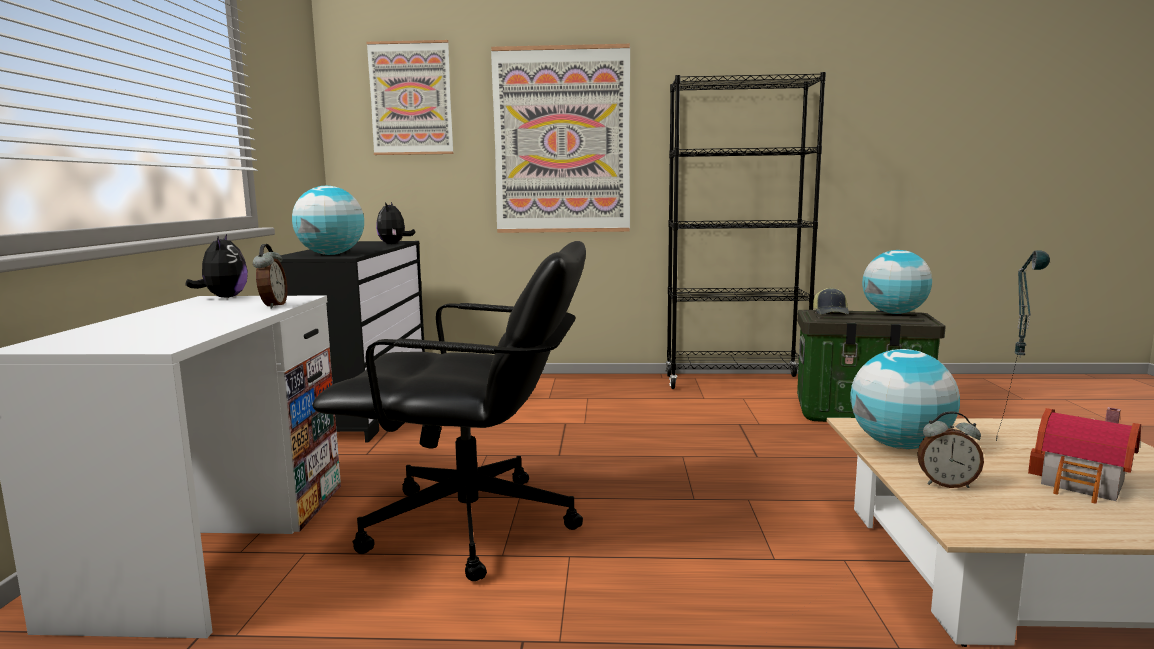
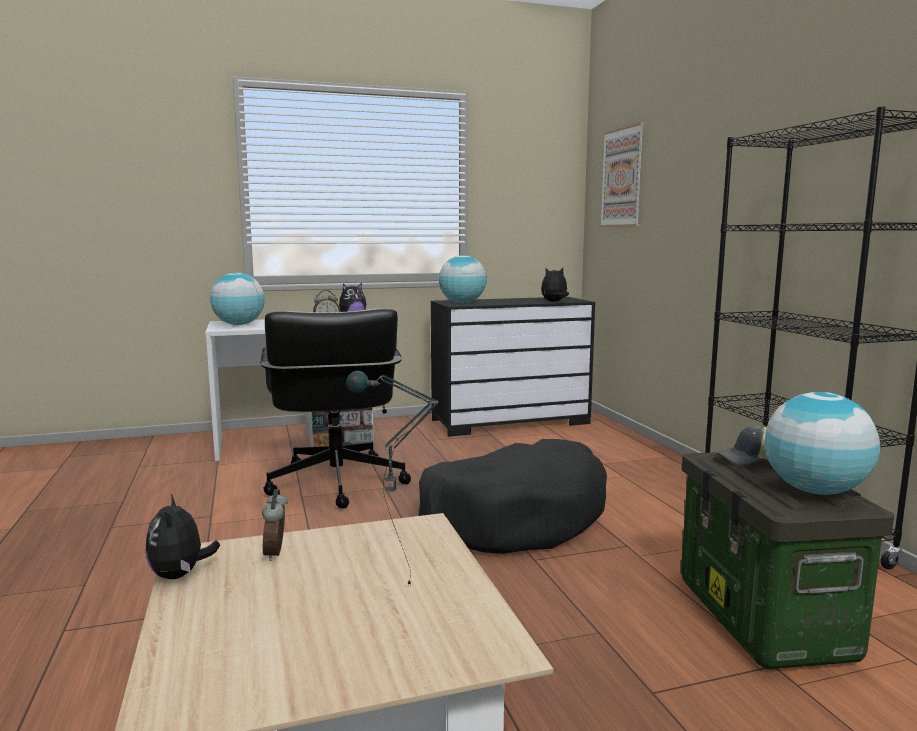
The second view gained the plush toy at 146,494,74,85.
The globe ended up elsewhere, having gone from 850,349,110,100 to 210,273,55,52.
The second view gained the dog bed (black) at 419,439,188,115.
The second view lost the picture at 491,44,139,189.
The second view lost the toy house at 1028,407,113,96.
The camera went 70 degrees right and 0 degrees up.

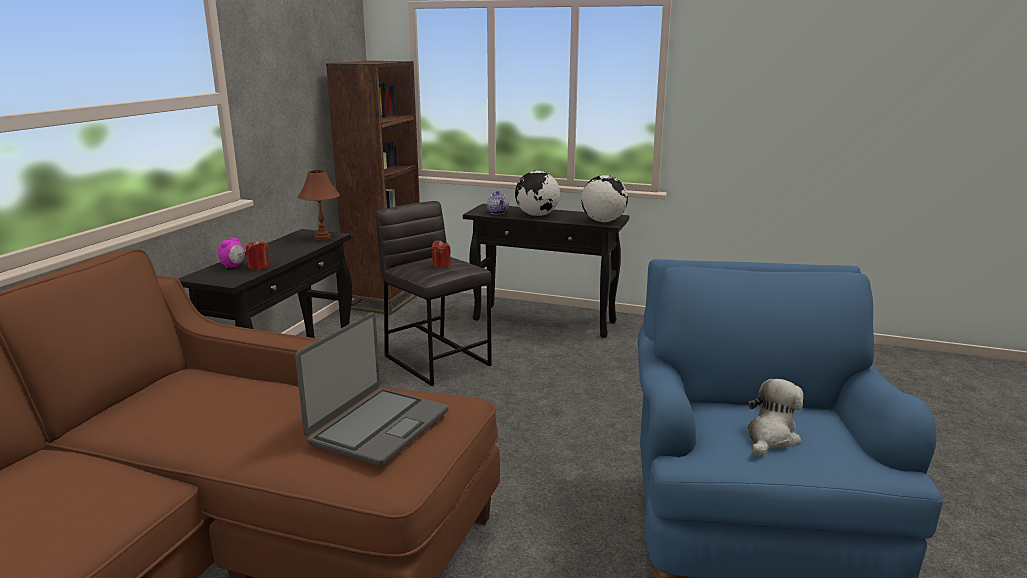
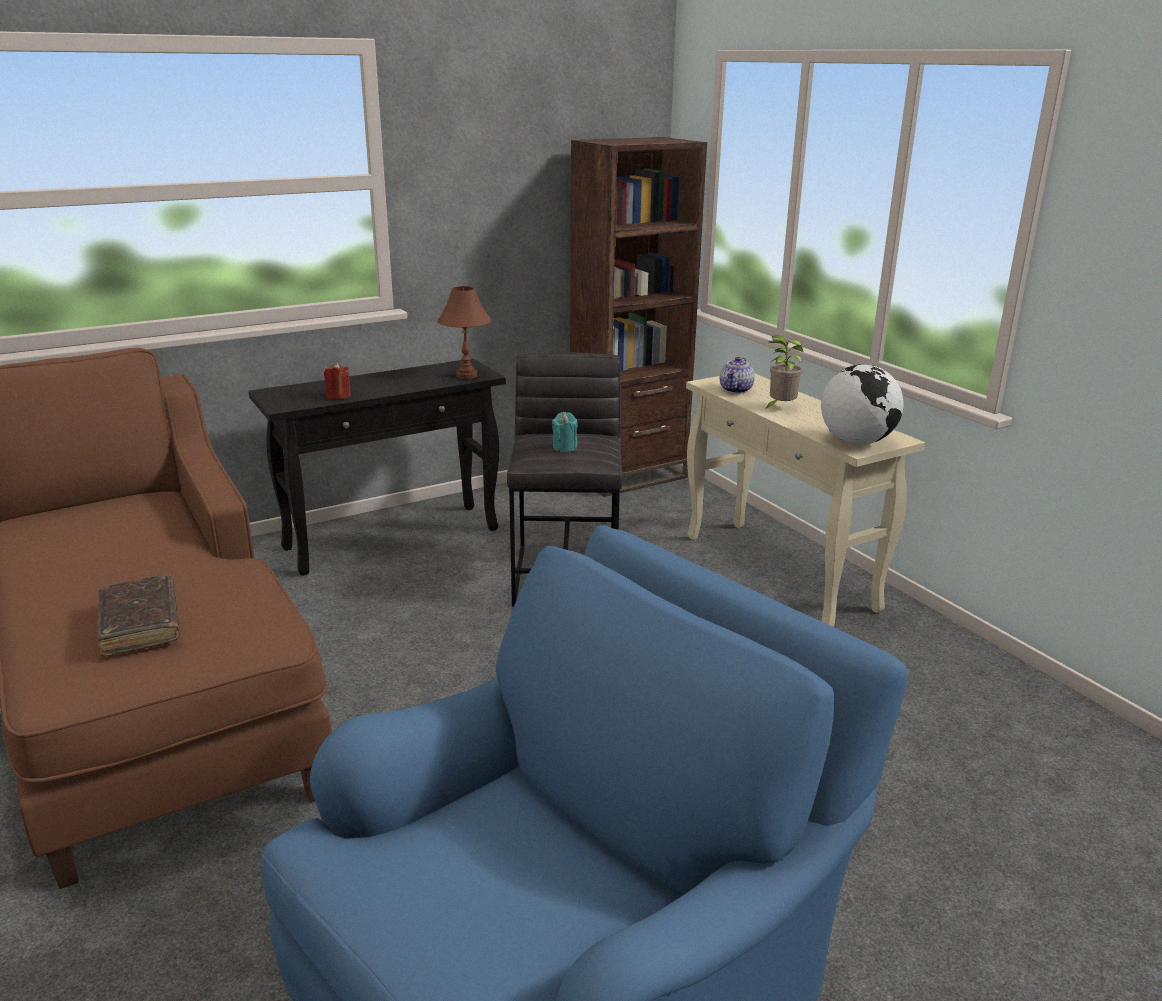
Where the laptop stood at 295,312,154,154, the book (brown) came to stand at 97,575,83,82.
What was the candle (red) at 431,240,20,28 turned into the candle (turquoise) at 552,412,26,40.
What was the console table (black) at 463,204,166,134 turned into the console table (beige) at 686,373,239,254.
Where the globe stood at 515,171,45,45, the potted plant came to stand at 764,335,40,75.
The second view lost the alarm clock at 218,238,27,31.
The second view lost the plush toy at 748,379,56,78.
The camera went 40 degrees right and 5 degrees up.

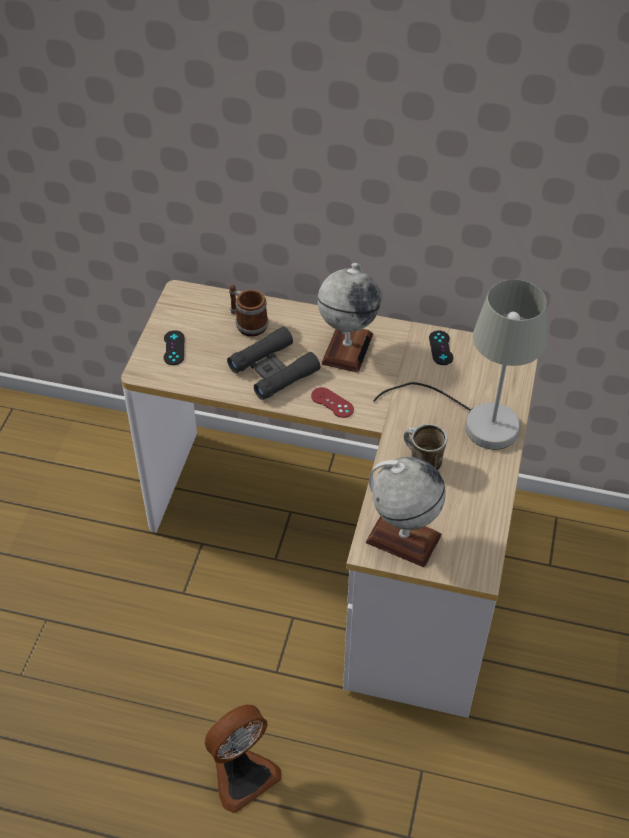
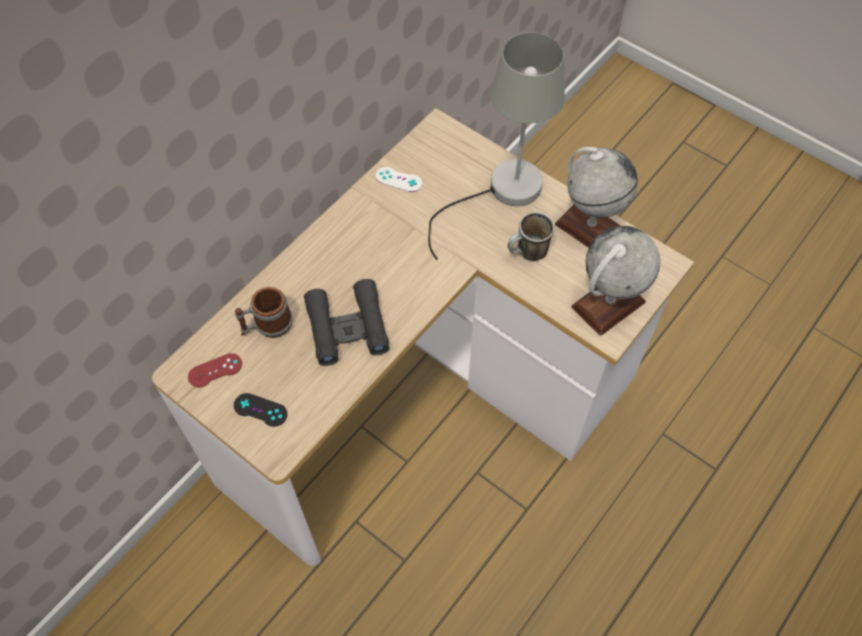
The game controller (red) ended up elsewhere, having gone from 311,387,43,31 to 188,353,54,34.
What was the game controller (black) at 429,330,24,35 turned into the game controller (white) at 376,167,46,25.
The globe ended up elsewhere, having gone from 318,263,63,110 to 555,147,83,101.
The second view lost the fan at 205,705,77,108.
The camera went 65 degrees left and 10 degrees up.

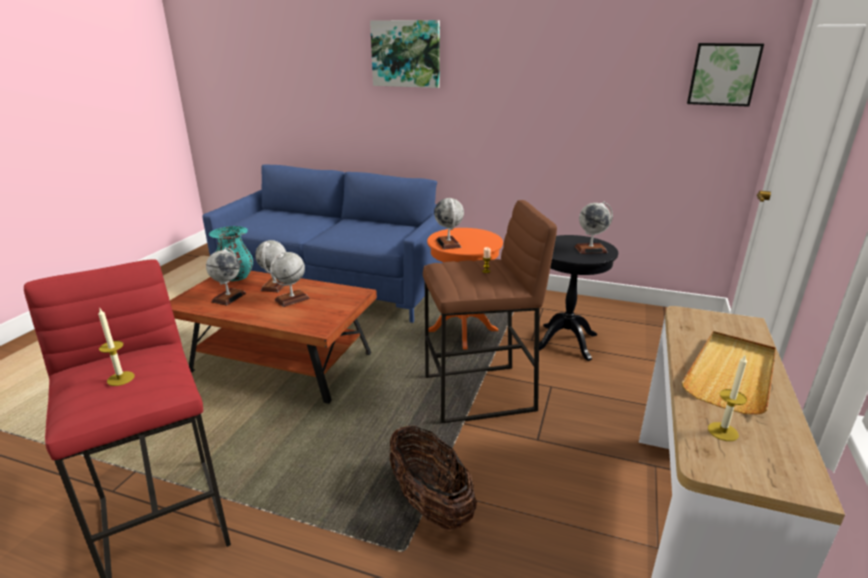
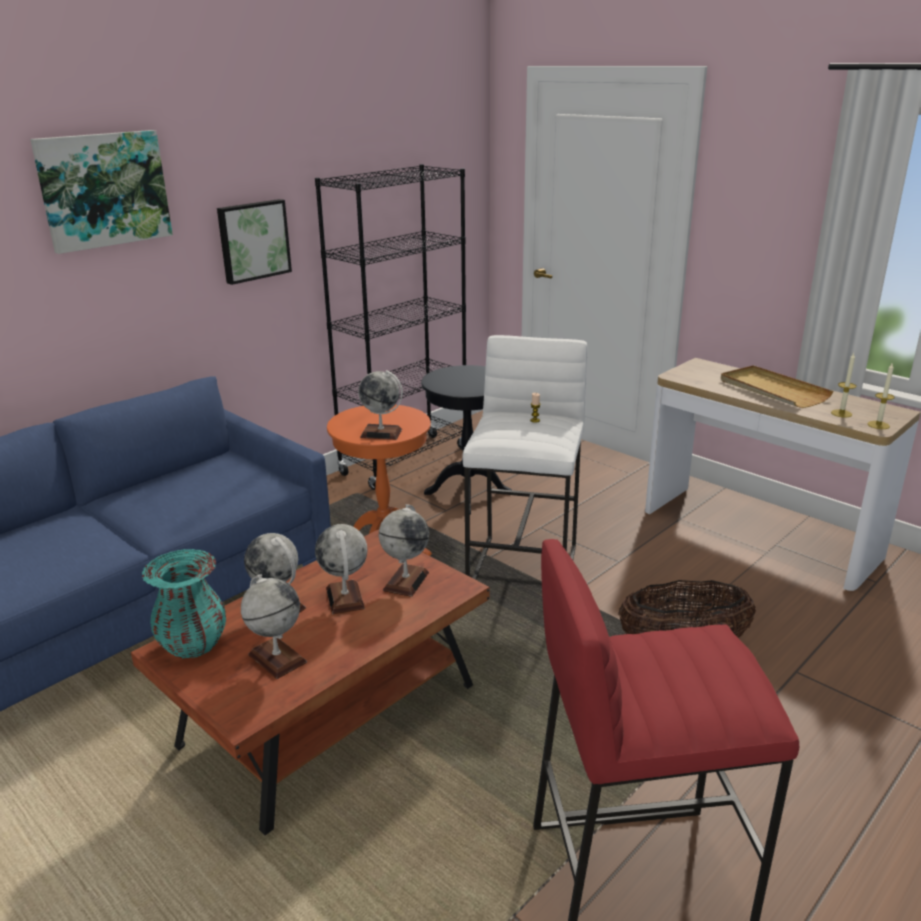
The picture ended up elsewhere, having gone from 687,43,77,64 to 217,199,75,86.
The second view gained the bookcase (black) at 315,164,151,326.
The globe ended up elsewhere, having gone from 574,201,39,53 to 379,504,50,93.
What was the stool (brown) at 423,200,134,223 turned into the stool (white) at 462,335,125,245.
The candle ended up elsewhere, having gone from 98,309,37,77 to 868,363,27,66.
The camera went 65 degrees left and 0 degrees up.

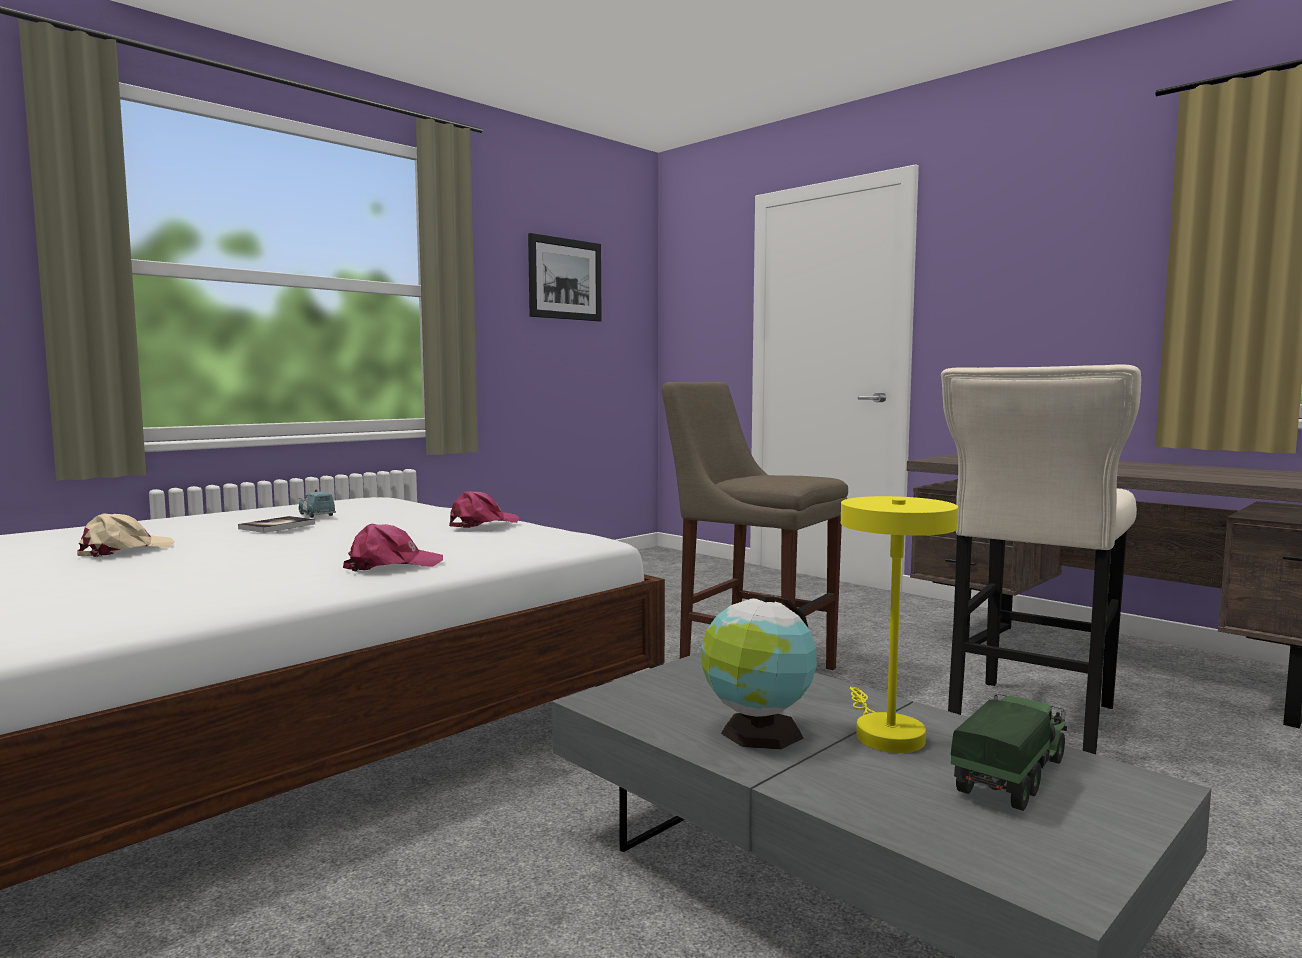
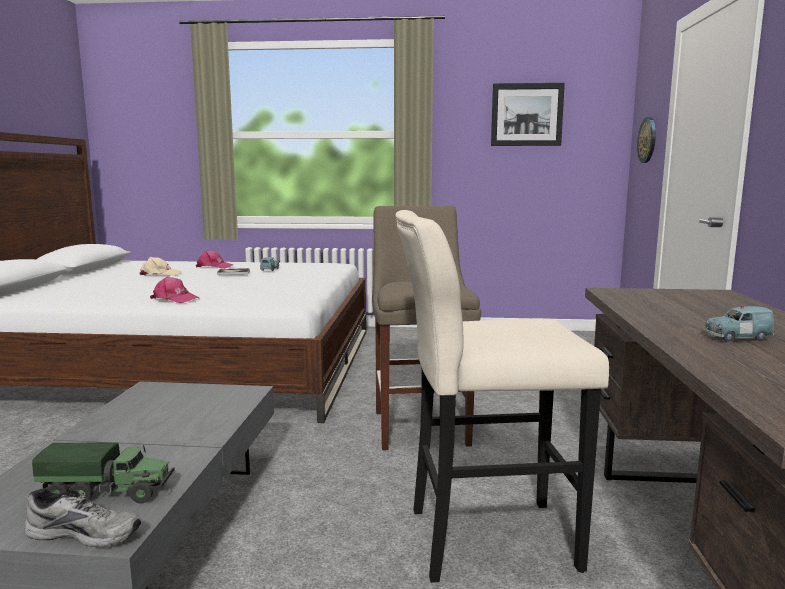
The second view gained the shoe (grey) at 25,489,116,59.
The cap (pink) ended up elsewhere, having gone from 449,491,71,37 to 196,250,37,19.
The second view gained the wall clock at 637,117,19,46.
The second view gained the toy car (blue) at 705,305,69,37.
The second view lost the globe at 701,594,116,156.
The second view lost the table lamp (yellow) at 841,496,117,257.
The camera went 50 degrees right and 5 degrees up.

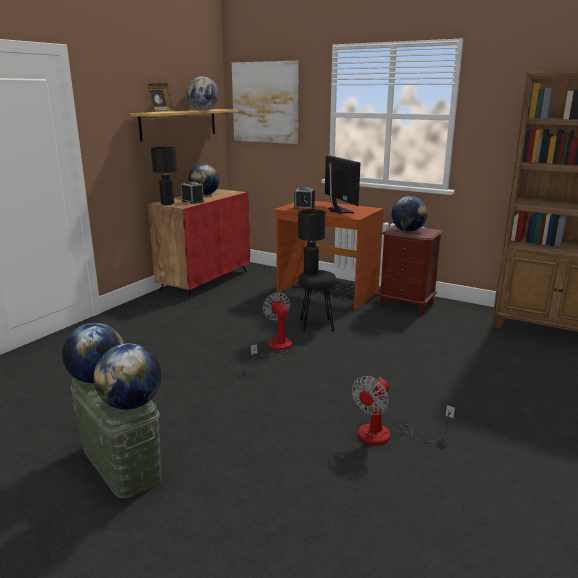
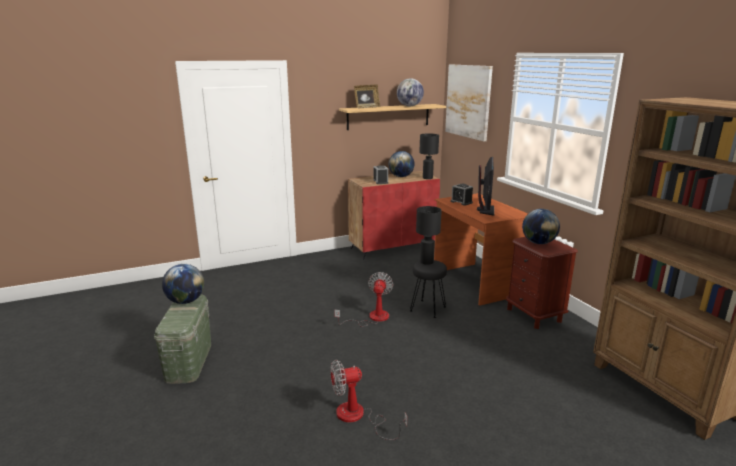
The table lamp (black) ended up elsewhere, having gone from 151,147,26,58 to 419,134,20,45.
The second view lost the globe at 93,343,68,67.
The camera went 35 degrees right and 0 degrees up.

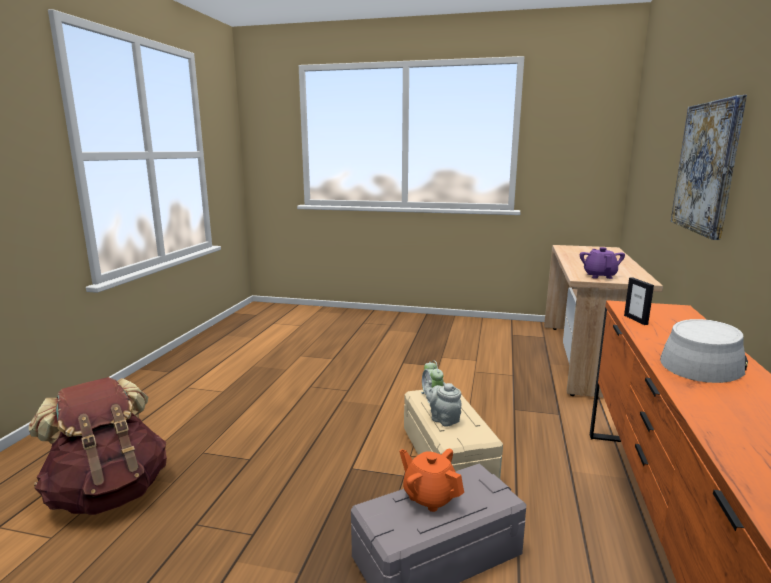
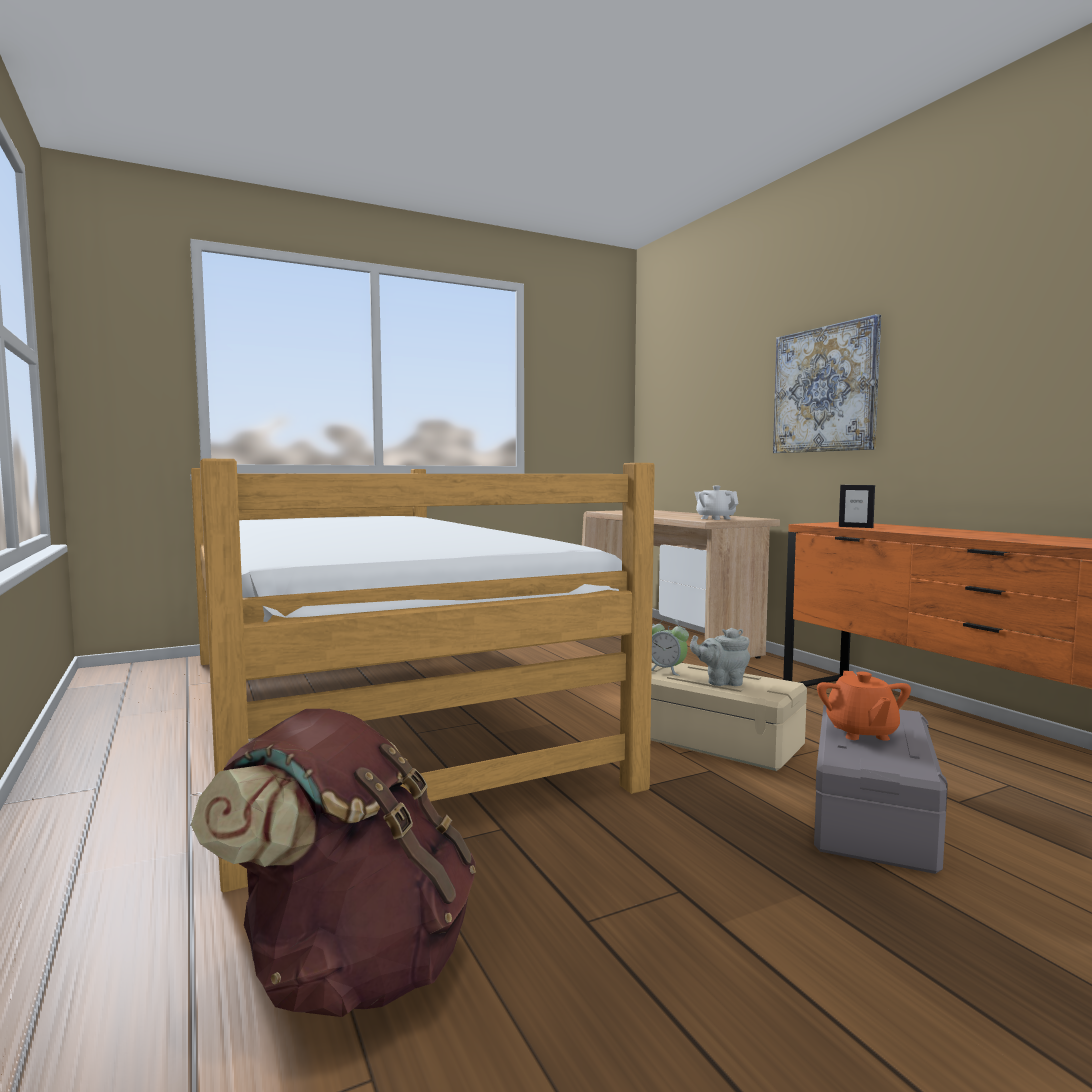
The second view gained the bed at 191,459,464,434.
What was the teapot (purple) at 580,247,45,32 turned into the teapot (white) at 694,486,45,34.
The teapot (orange) at 399,449,65,63 ended up facing another way, 90 degrees counterclockwise from before.
The second view lost the hat (grey) at 660,319,88,64.
The camera went 40 degrees left and 10 degrees down.

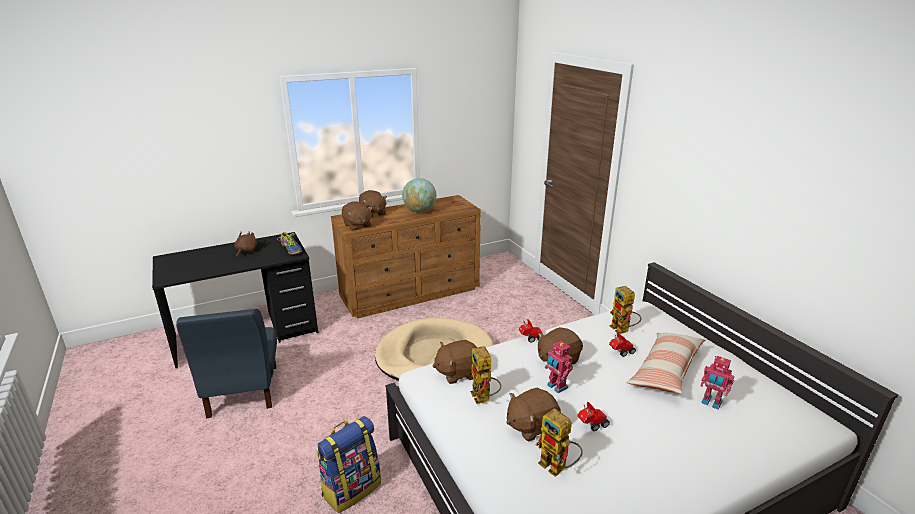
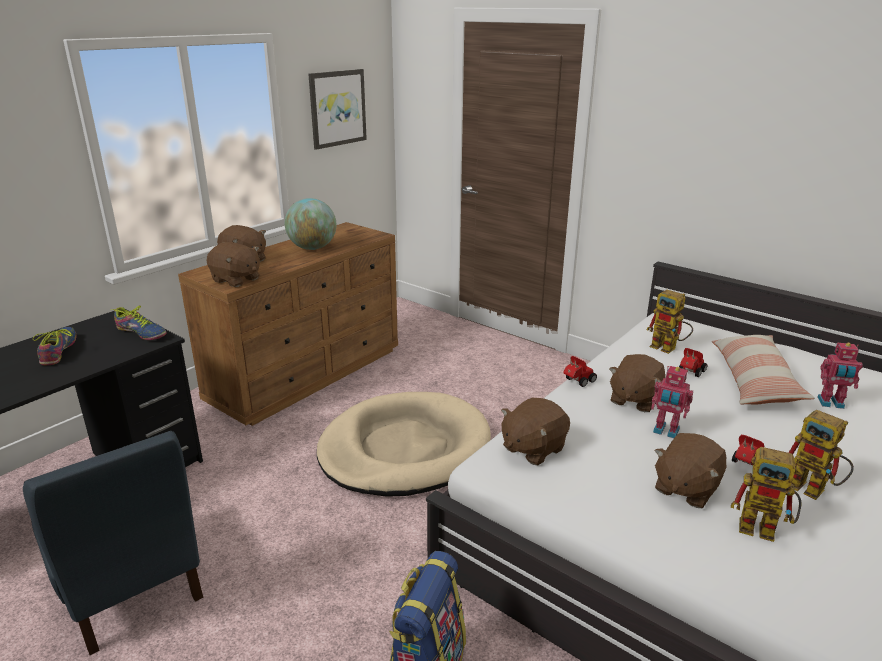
Where the plush toy (brown) stood at 234,231,23,26, the shoe came to stand at 33,327,43,38.
The second view gained the picture at 308,69,59,81.
The toy robot ended up elsewhere, having gone from 470,346,31,58 to 789,410,65,90.
The camera went 25 degrees left and 0 degrees up.

